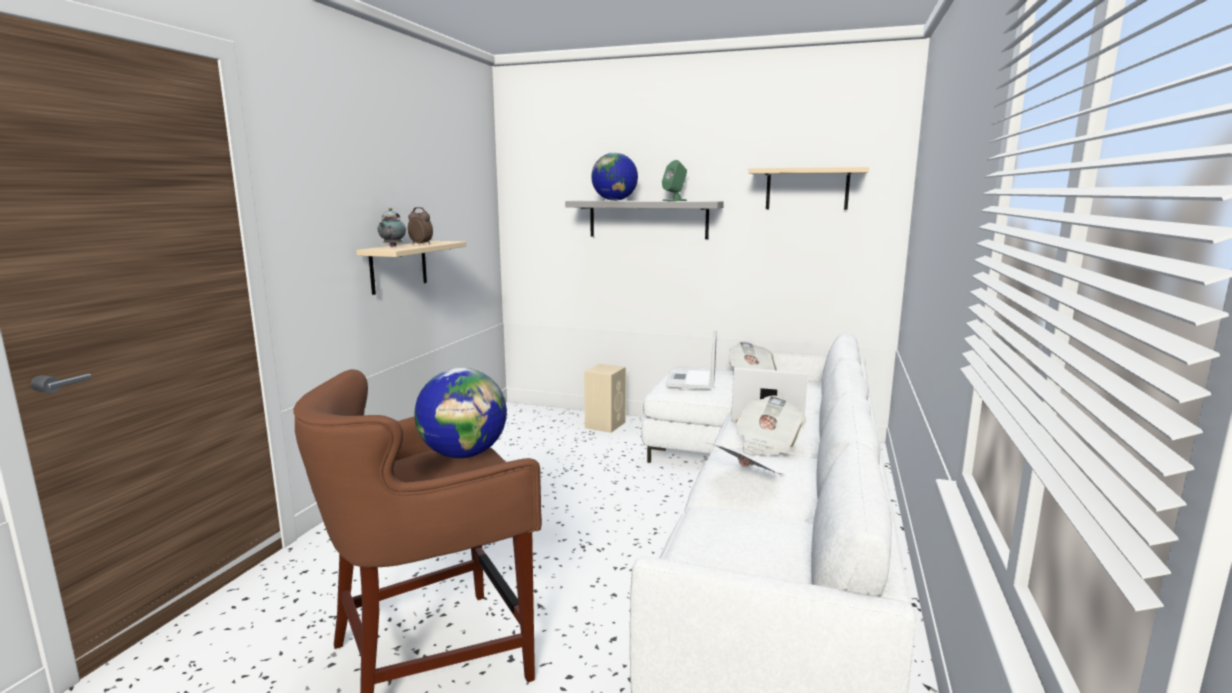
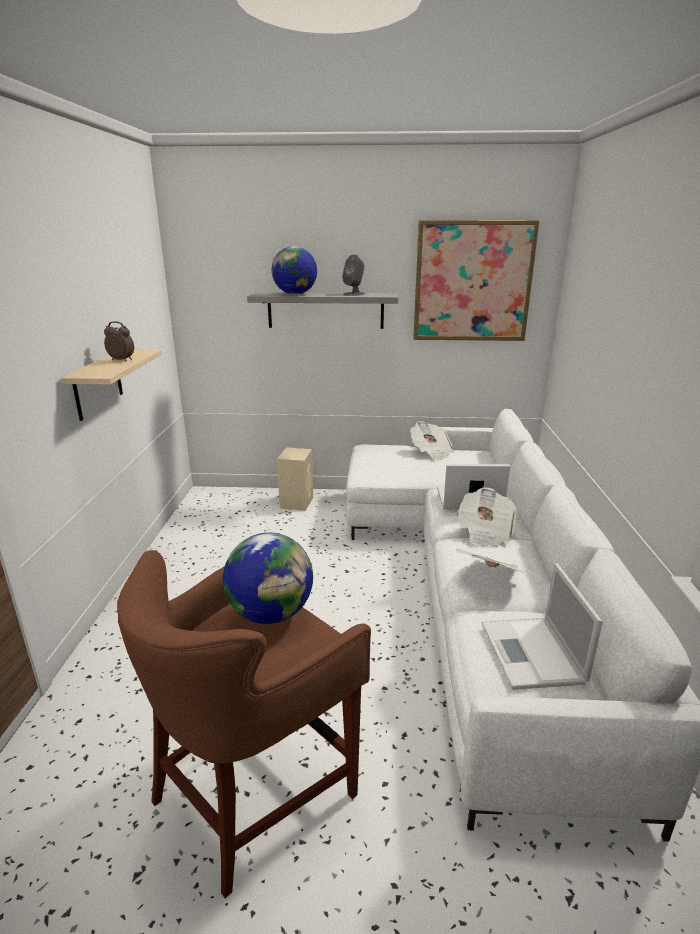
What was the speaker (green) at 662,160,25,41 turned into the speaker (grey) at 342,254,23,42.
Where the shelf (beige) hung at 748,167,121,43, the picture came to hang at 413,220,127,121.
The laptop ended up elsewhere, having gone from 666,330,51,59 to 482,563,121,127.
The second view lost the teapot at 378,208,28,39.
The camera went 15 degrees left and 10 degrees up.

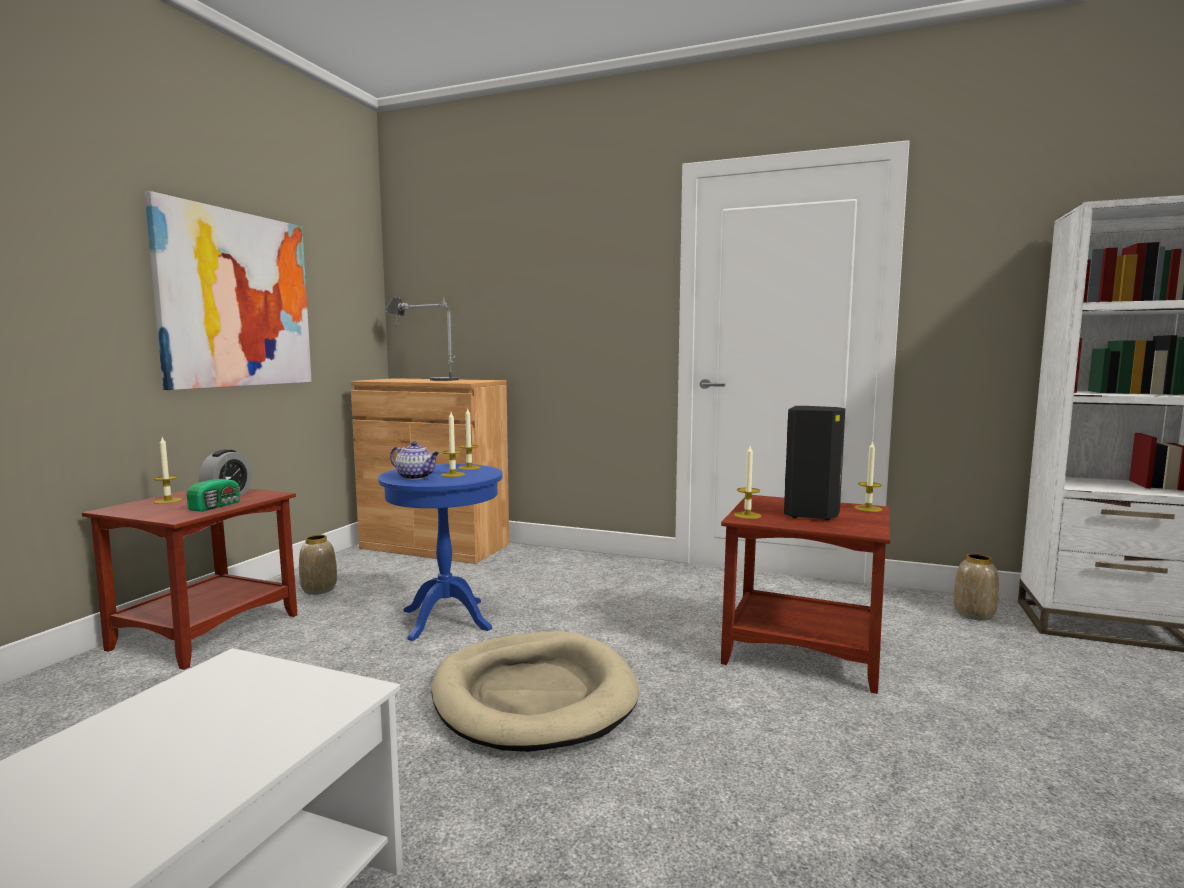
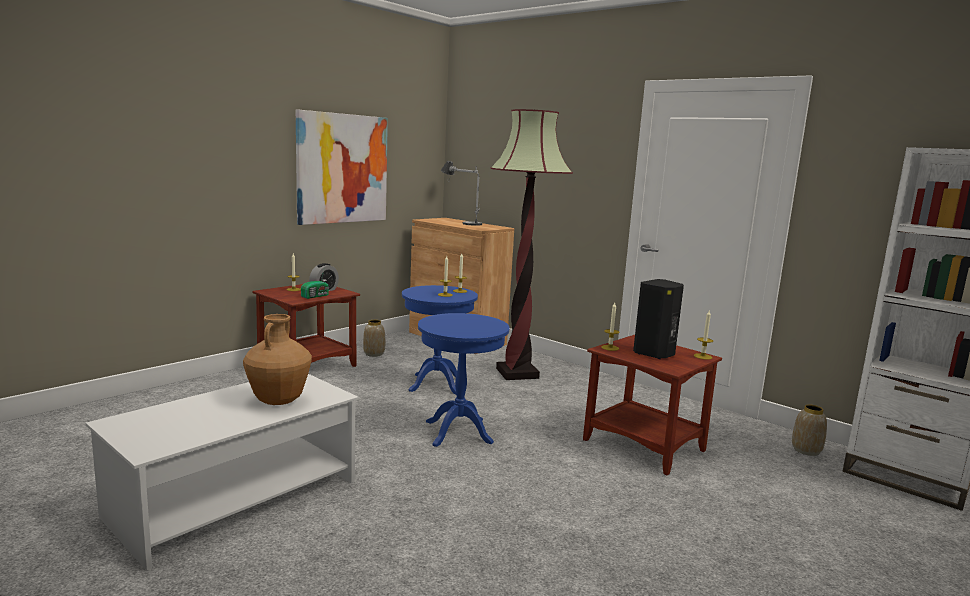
The second view gained the vase (brown) at 243,314,69,91.
Where the dog bed (beige) stood at 432,631,207,121, the side table (blue) came to stand at 418,313,91,134.
The second view gained the floor lamp at 490,109,83,271.
The second view lost the teapot at 390,441,49,39.
The camera went 20 degrees right and 5 degrees up.

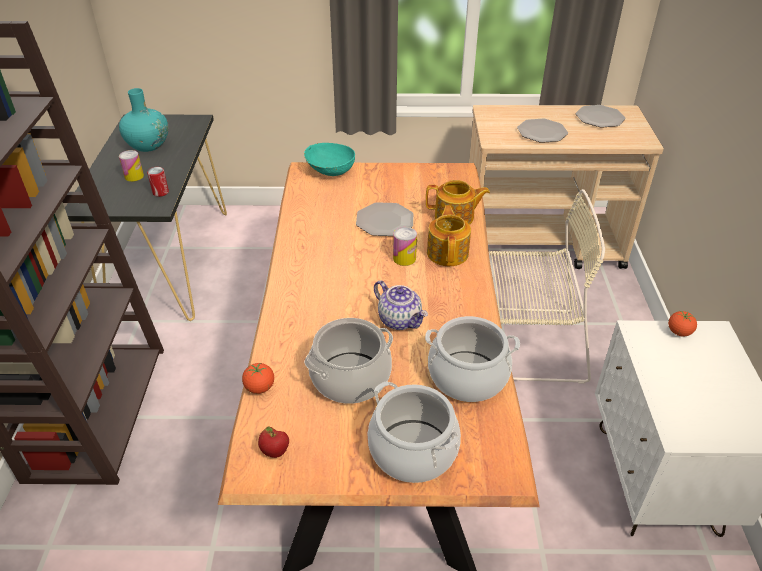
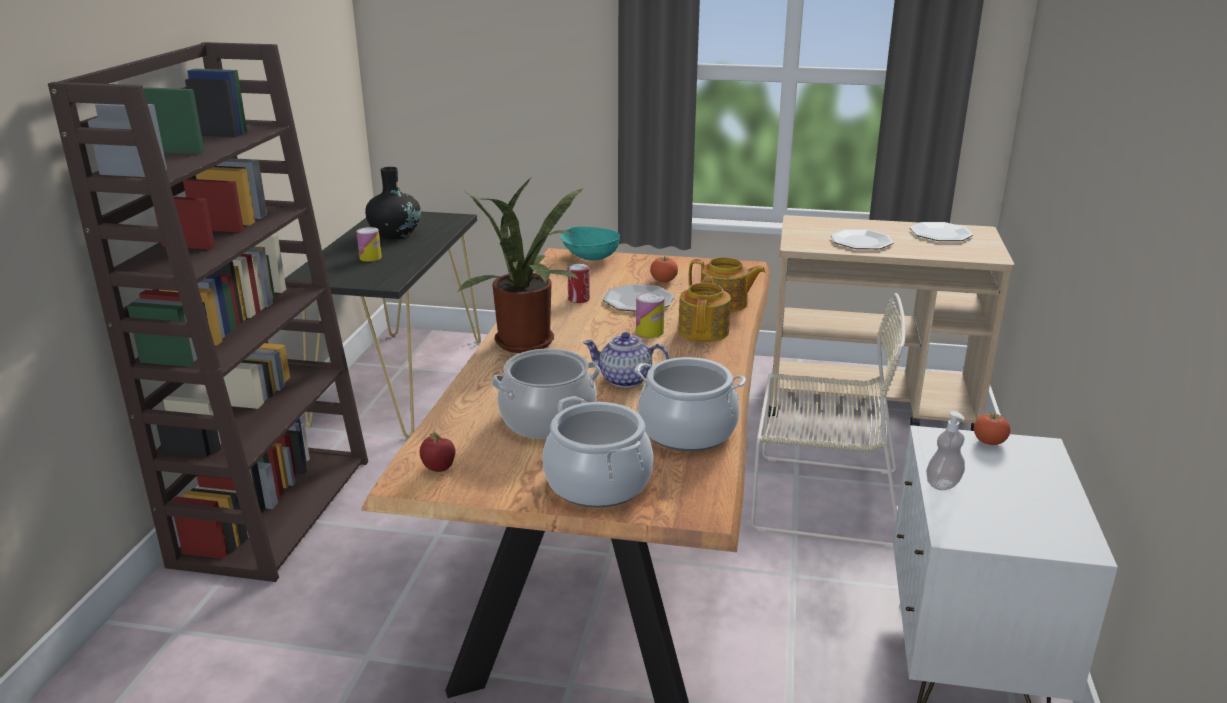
What was the vase (turquoise) at 119,88,49,64 turned into the vase (black) at 365,167,56,72.
The second view gained the potted plant at 457,178,127,175.
The can ended up elsewhere, having gone from 147,167,22,30 to 567,264,23,39.
The teapot at 374,280,54,50 ended up facing another way, 135 degrees clockwise from before.
The tomato ended up elsewhere, having gone from 242,363,32,31 to 650,256,28,26.
The second view gained the soap dispenser at 926,411,39,79.
The camera went 10 degrees right and 15 degrees down.

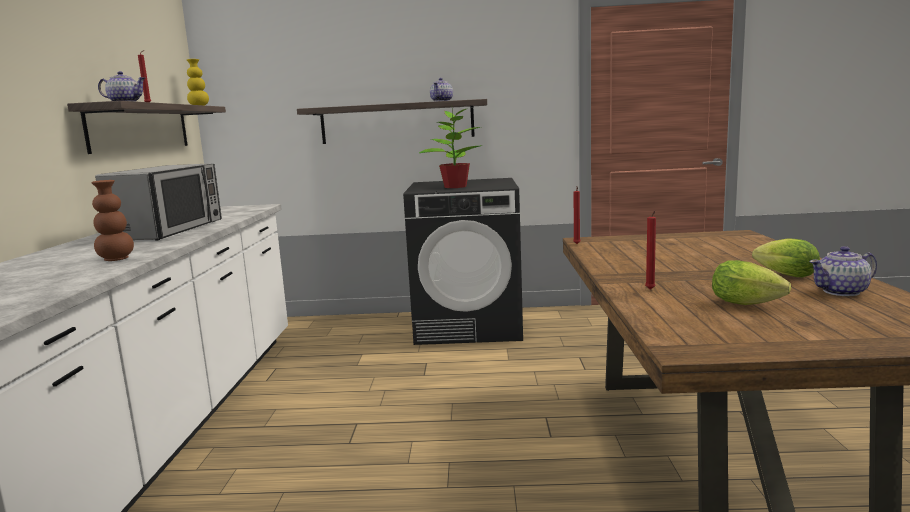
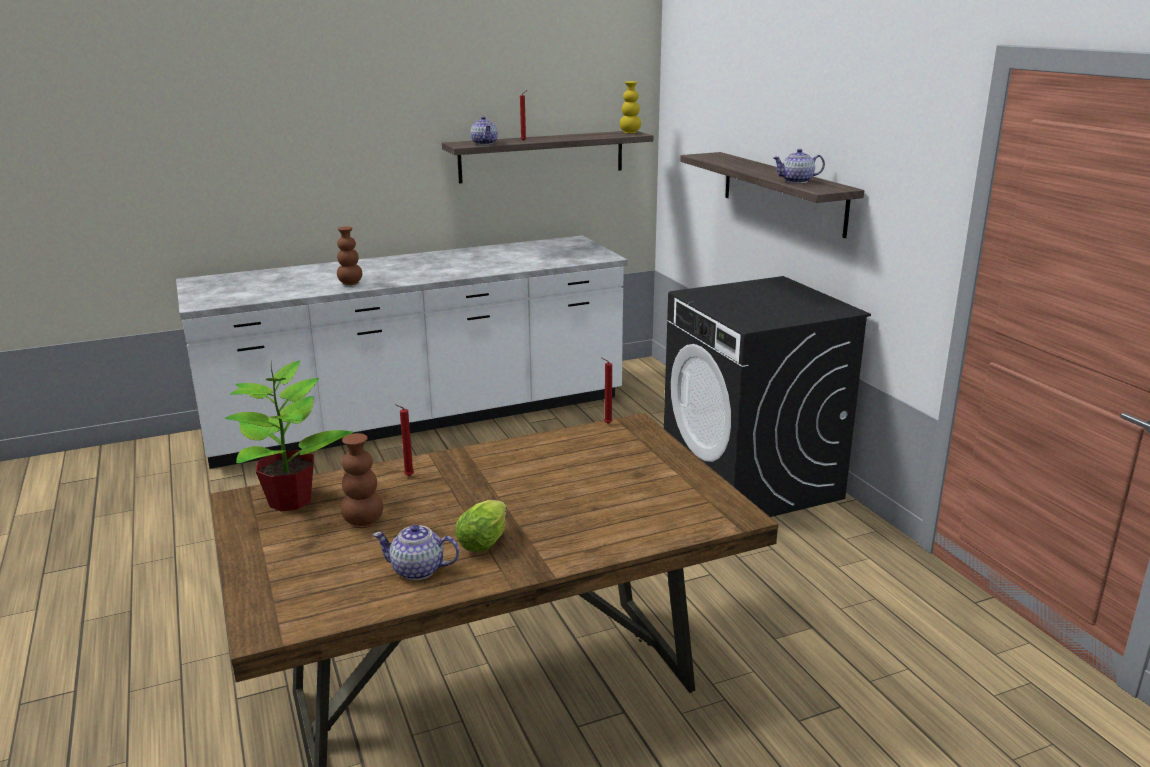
The potted plant ended up elsewhere, having gone from 419,108,63,80 to 225,360,128,152.
Where the lettuce stood at 712,260,79,45, the vase (brown) came to stand at 341,433,42,95.
The teapot at 809,246,68,50 ended up facing another way, 45 degrees counterclockwise from before.
The second view lost the microwave at 95,163,127,78.
The camera went 65 degrees right and 10 degrees up.

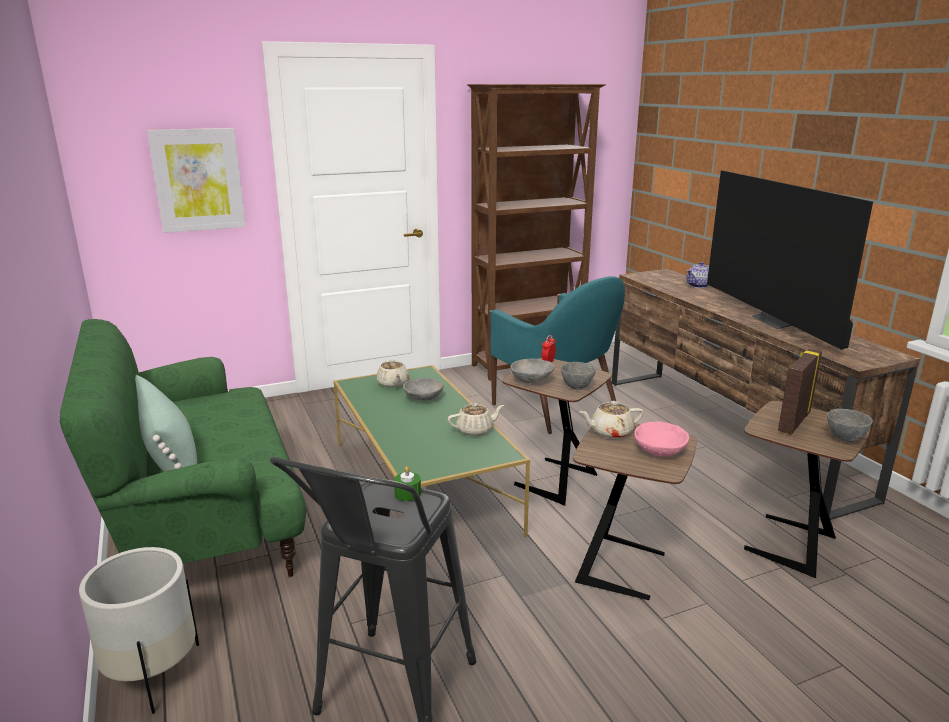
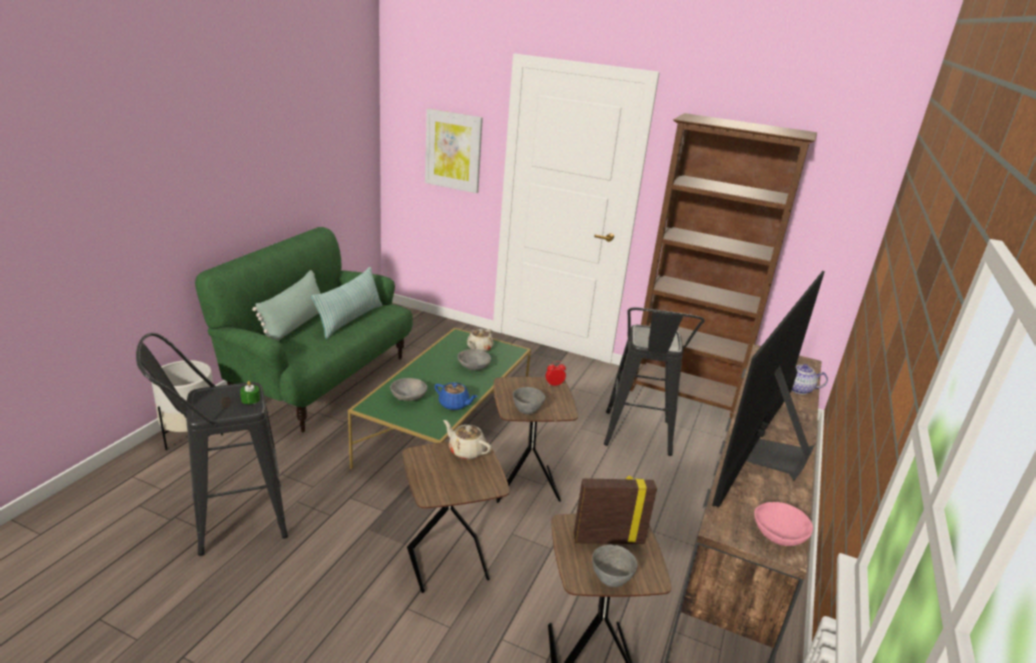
The second view gained the pillow at 311,267,71,72.
The bowl (grey) ended up elsewhere, having gone from 510,359,45,24 to 390,378,37,23.
What was the teapot (beige) at 448,403,56,33 turned into the teapot (blue) at 435,382,43,28.
Where the armchair (turquoise) stood at 489,276,136,158, the stool (black) came to stand at 604,308,101,148.
The bowl (pink) ended up elsewhere, having gone from 634,421,55,36 to 754,502,59,44.
The camera went 45 degrees right and 5 degrees up.

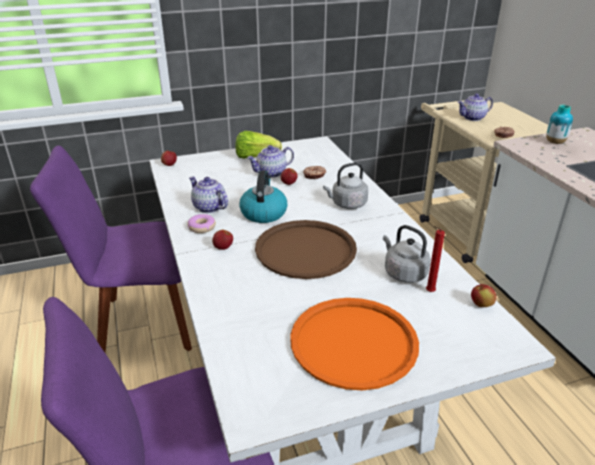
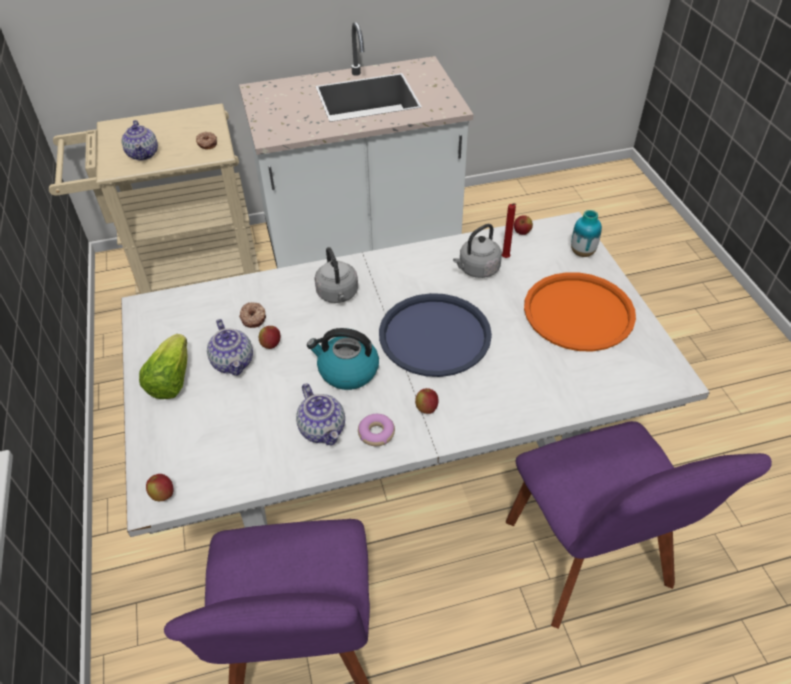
The teapot at 189,177,39,36 ended up facing another way, 75 degrees counterclockwise from before.
What was the tray (brown) at 255,220,102,59 turned into the tray (blue) at 379,293,113,84.
The vase ended up elsewhere, having gone from 546,105,27,39 to 571,210,31,47.
The camera went 85 degrees left and 15 degrees up.

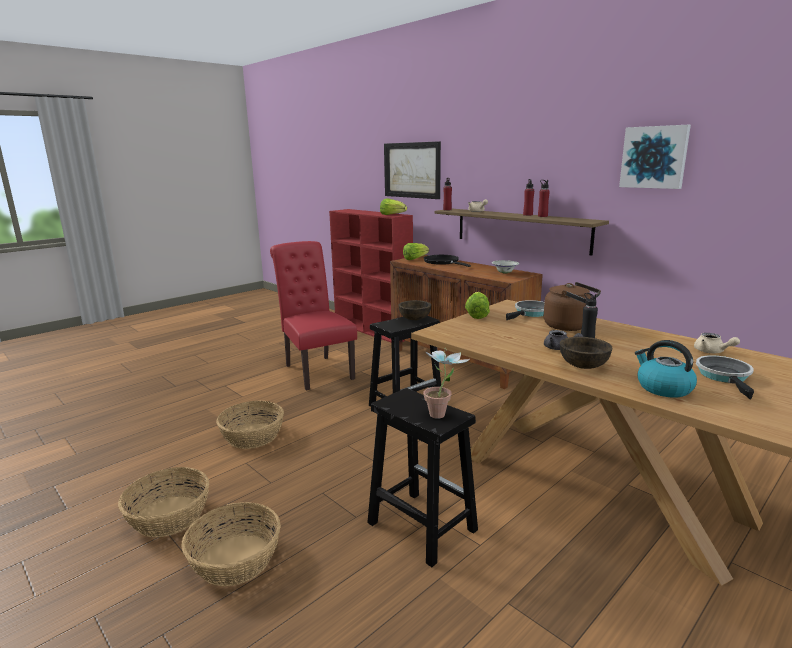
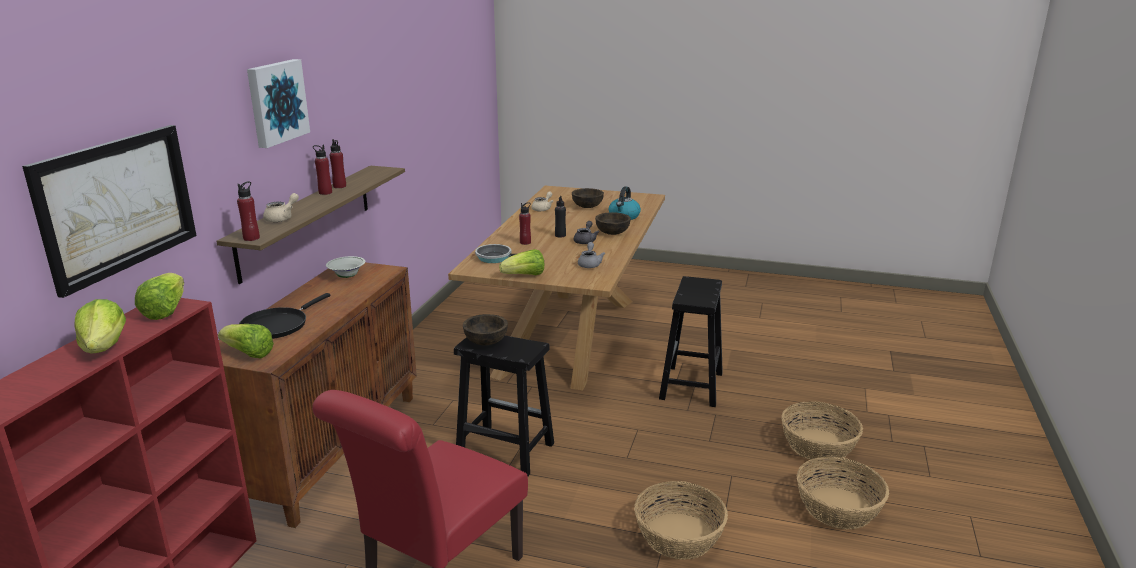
The second view gained the lettuce at 74,299,52,55.
The picture ended up elsewhere, having gone from 619,125,72,64 to 247,59,63,89.
Where the kettle (brown) stood at 544,282,57,49, the bottle (red) came to stand at 519,202,12,43.
Where the frying pan stood at 696,355,58,44, the bowl (brown) came to stand at 572,188,32,20.
The second view gained the teapot (grey) at 578,242,27,26.
The second view lost the potted plant at 423,348,47,71.
The camera went 120 degrees left and 5 degrees up.

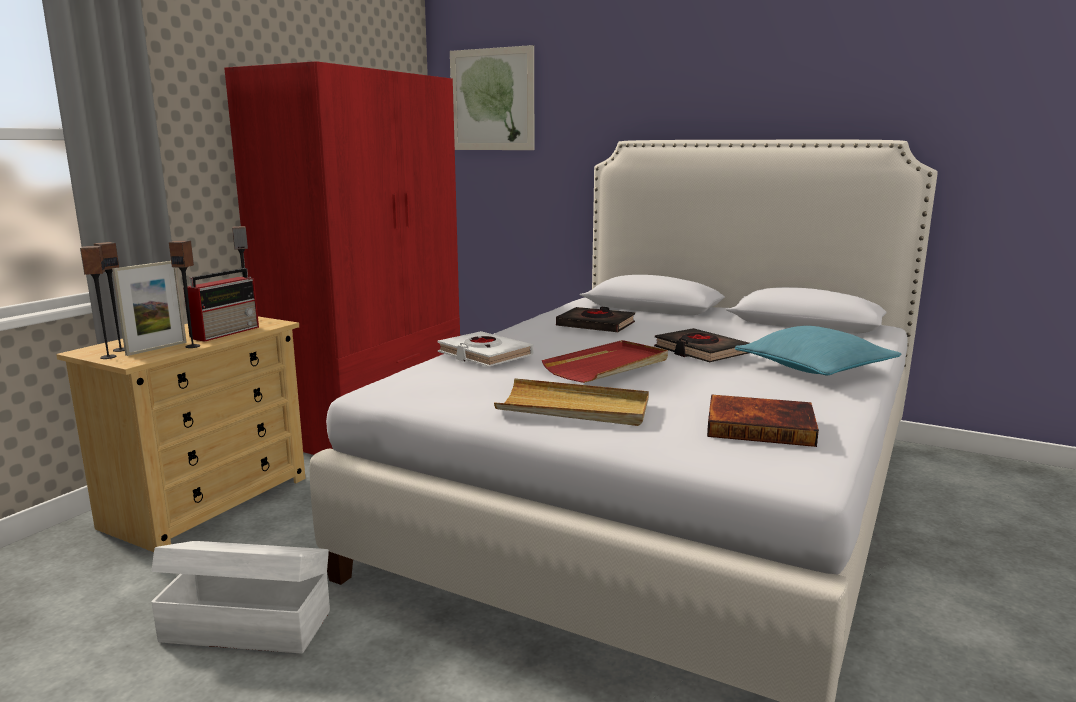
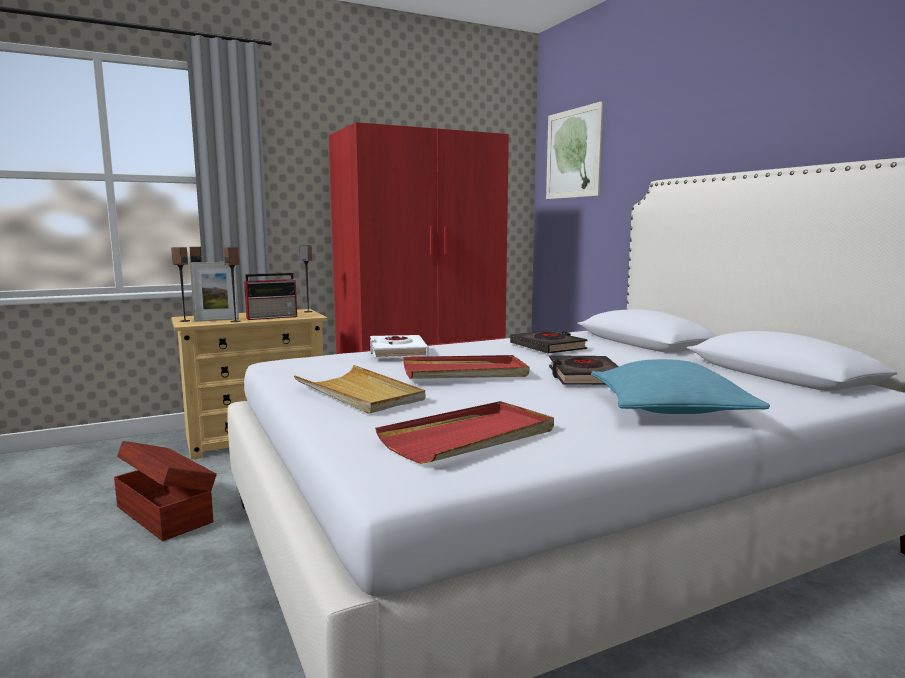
What was the storage box (white) at 151,541,179,112 turned into the storage box (brown) at 114,441,103,100.
Where the book stood at 707,394,112,53, the tray (red) came to stand at 375,401,179,63.
The camera went 35 degrees right and 5 degrees down.

